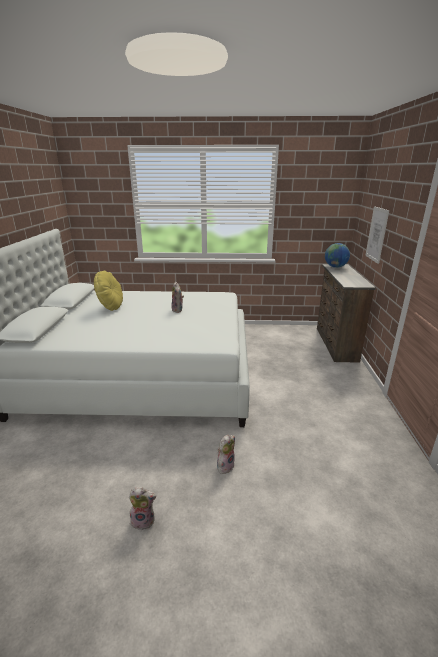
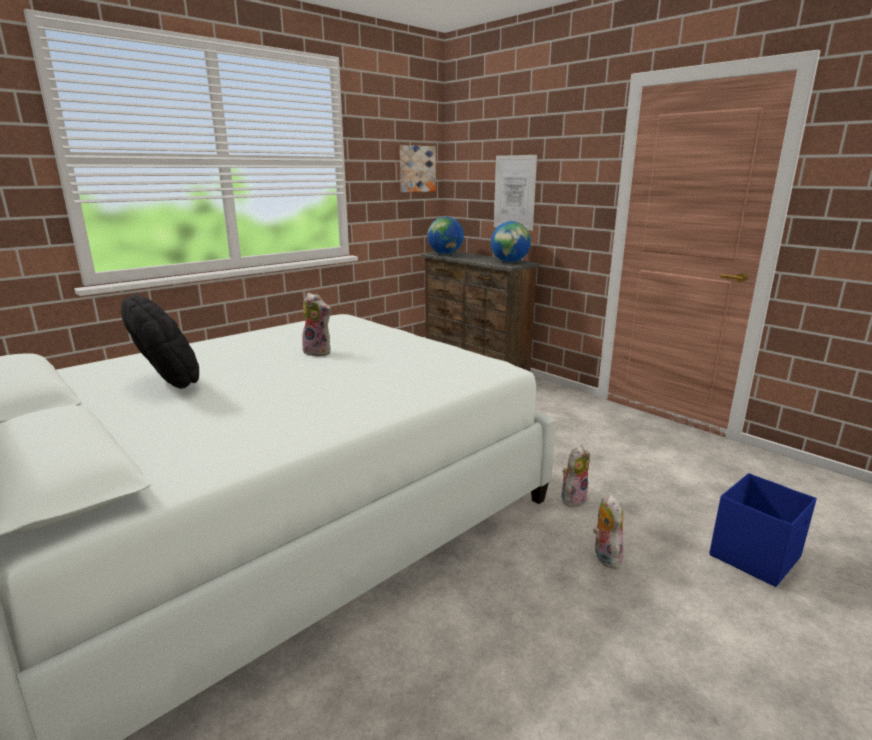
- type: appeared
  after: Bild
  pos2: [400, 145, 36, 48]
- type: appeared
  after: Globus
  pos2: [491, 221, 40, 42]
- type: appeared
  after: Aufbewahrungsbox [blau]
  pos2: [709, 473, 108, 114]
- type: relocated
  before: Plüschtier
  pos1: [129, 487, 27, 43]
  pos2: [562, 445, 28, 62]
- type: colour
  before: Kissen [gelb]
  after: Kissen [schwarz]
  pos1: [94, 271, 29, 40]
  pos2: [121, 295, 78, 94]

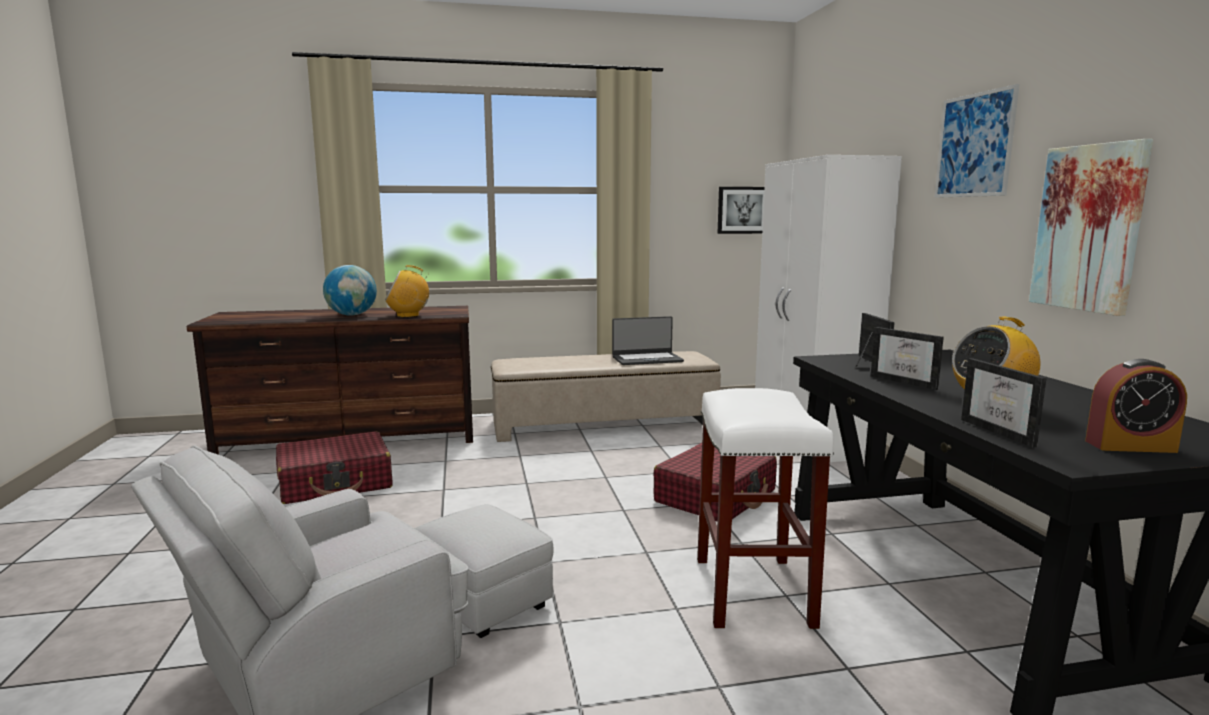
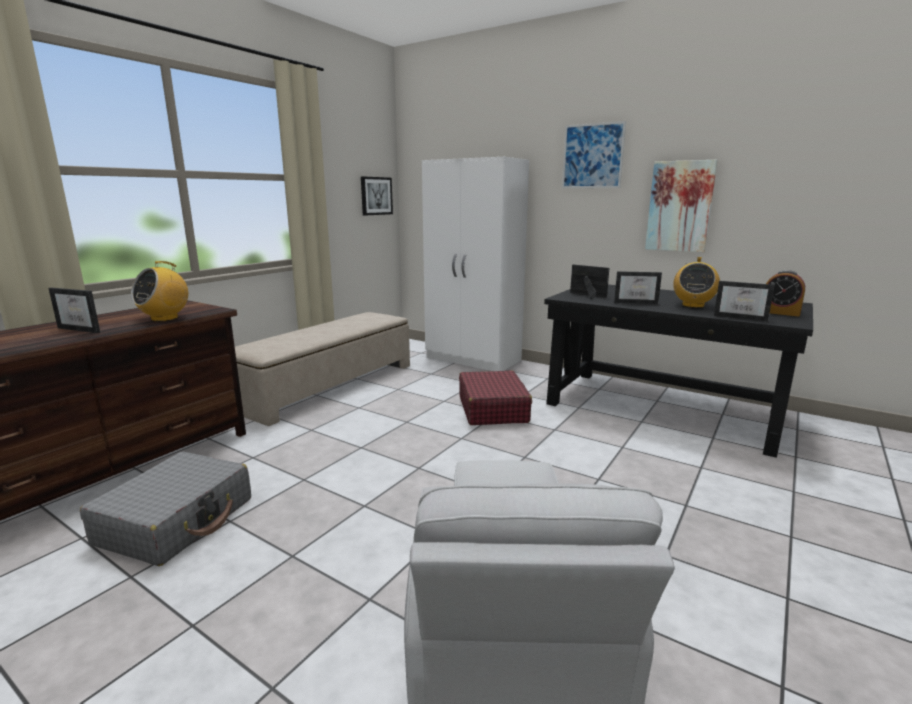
- type: missing
  before: Laptop
  pos1: [612, 316, 72, 49]
- type: missing
  before: Hocker [weiß]
  pos1: [697, 388, 137, 241]
- type: exchanged
  before: Globus
  after: Bilderrahmen
  pos1: [323, 265, 54, 51]
  pos2: [48, 288, 52, 45]
- type: colour
  before: Koffer [rot]
  after: Koffer [grau]
  pos1: [276, 431, 117, 73]
  pos2: [80, 452, 171, 114]
- type: spun
  before: Wecker
  pos1: [1085, 359, 102, 94]
  pos2: [766, 270, 39, 47]
  turn: 75

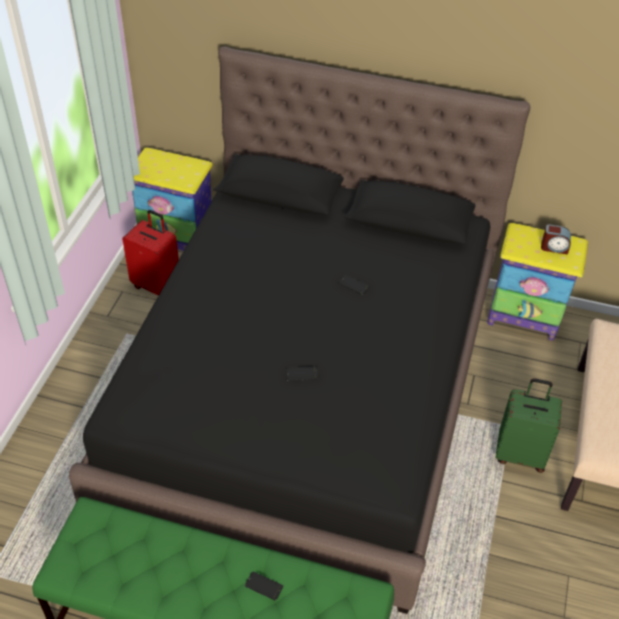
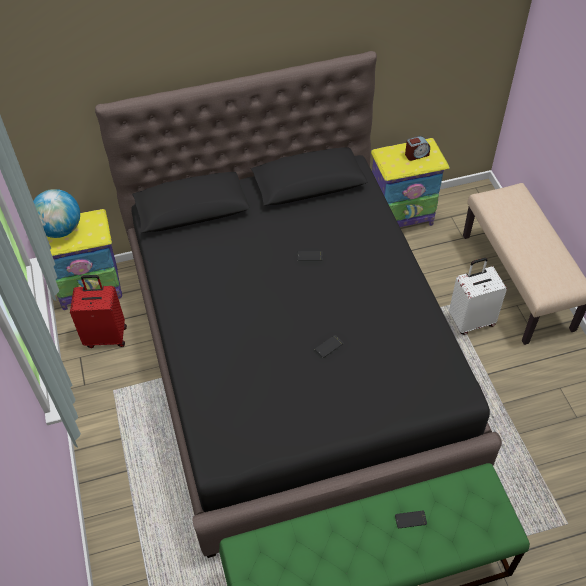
- type: appeared
  after: Globus
  pos2: [33, 189, 47, 49]
- type: colour
  before: Koffer [grün]
  after: Koffer [weiß]
  pos1: [496, 378, 66, 95]
  pos2: [449, 258, 58, 77]

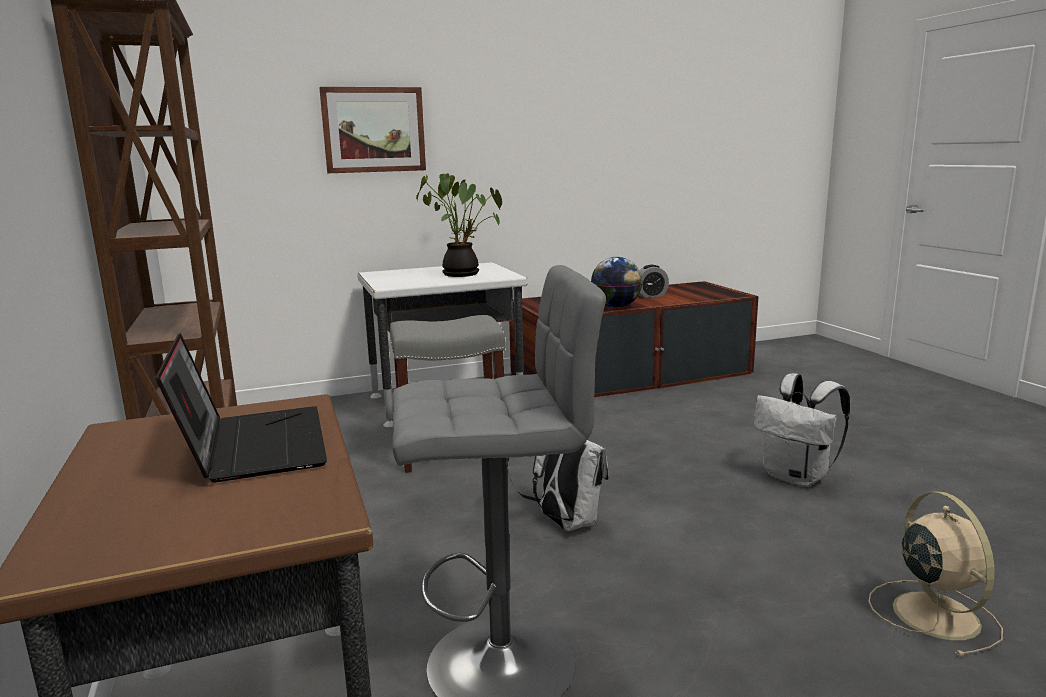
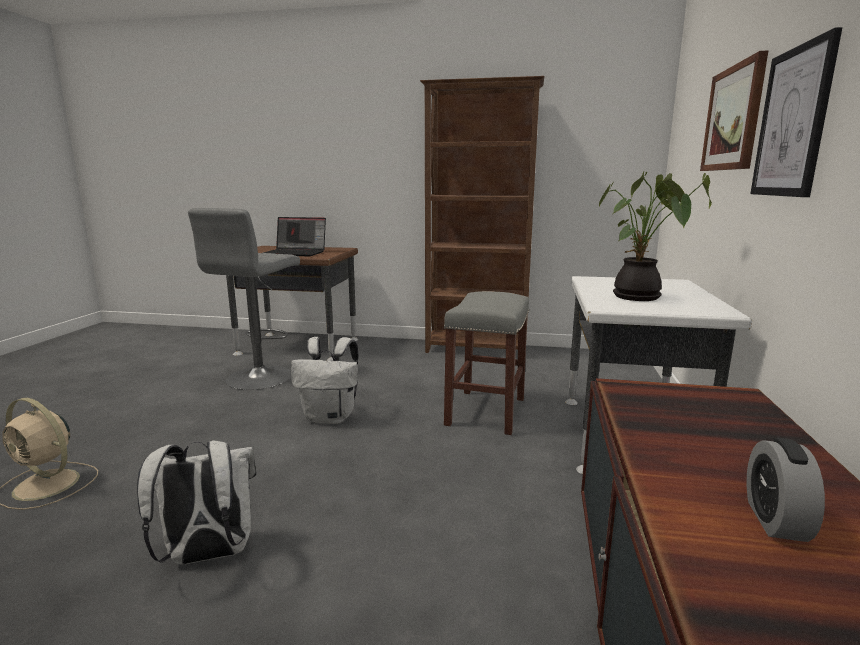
- type: missing
  before: Globus
  pos1: [591, 257, 51, 51]
- type: appeared
  after: Bild
  pos2: [750, 27, 92, 170]

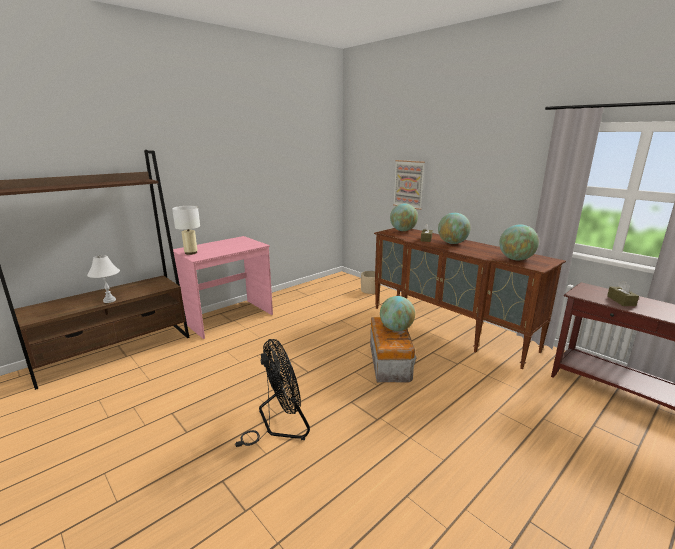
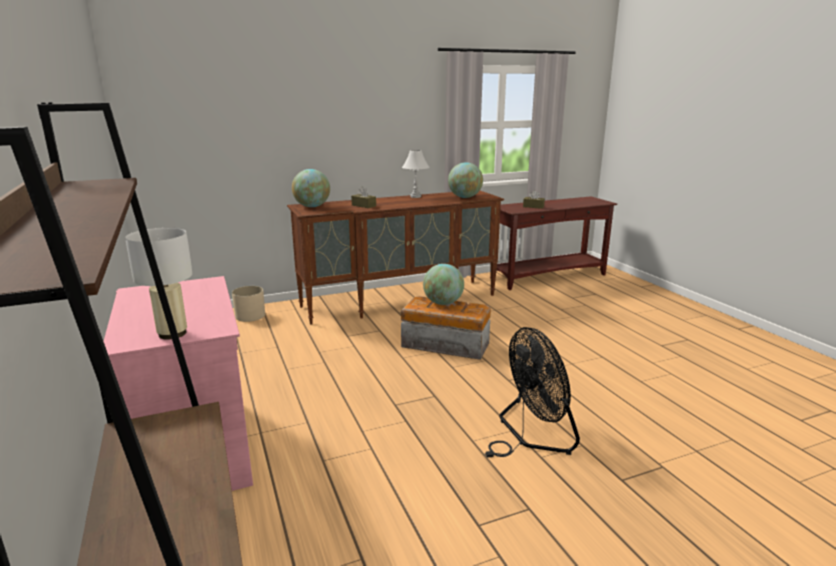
- type: missing
  before: Bild
  pos1: [393, 160, 32, 50]
- type: missing
  before: Globus
  pos1: [438, 213, 33, 31]
- type: relocated
  before: Tischlampe [weiß]
  pos1: [87, 255, 33, 48]
  pos2: [402, 150, 28, 48]
- type: spun
  before: Ventilator [schwarz]
  pos1: [236, 339, 74, 108]
  pos2: [484, 327, 96, 130]
  turn: 75

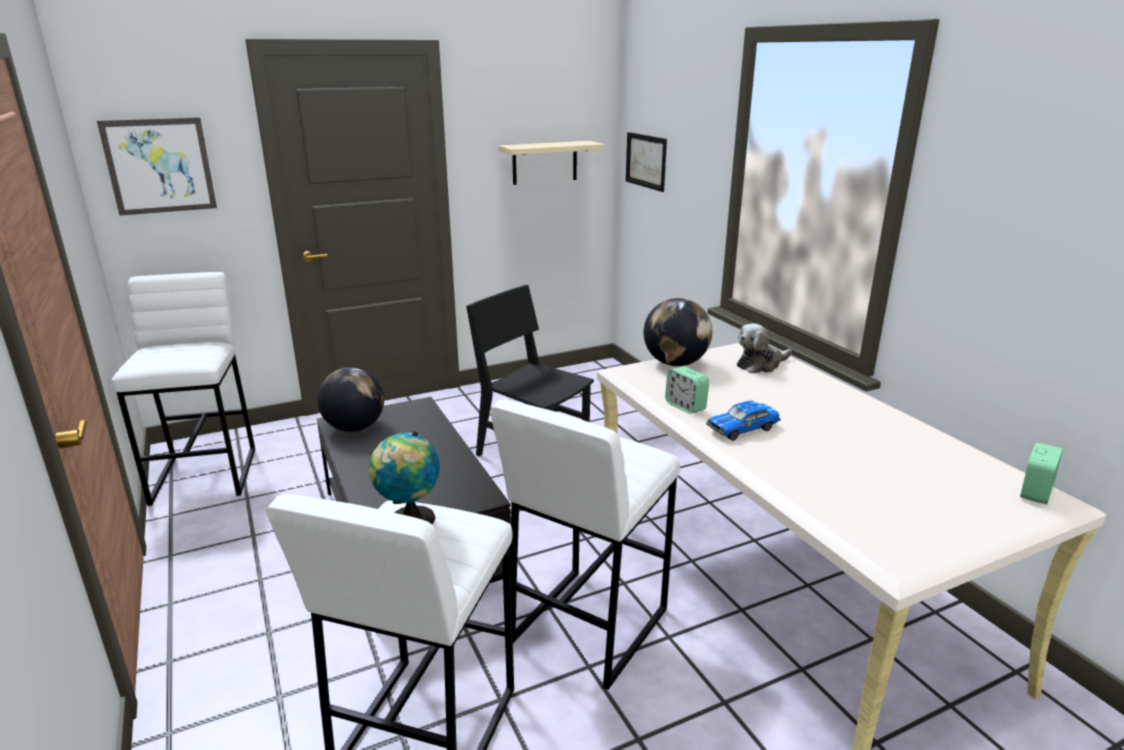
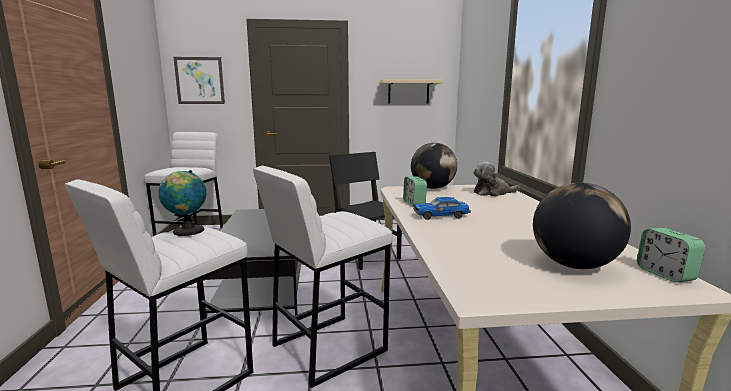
- type: missing
  before: Bild
  pos1: [626, 132, 41, 60]
- type: relocated
  before: Globus
  pos1: [317, 367, 67, 65]
  pos2: [533, 183, 98, 86]
- type: spun
  before: Wecker
  pos1: [1020, 443, 43, 62]
  pos2: [637, 228, 68, 55]
  turn: 105

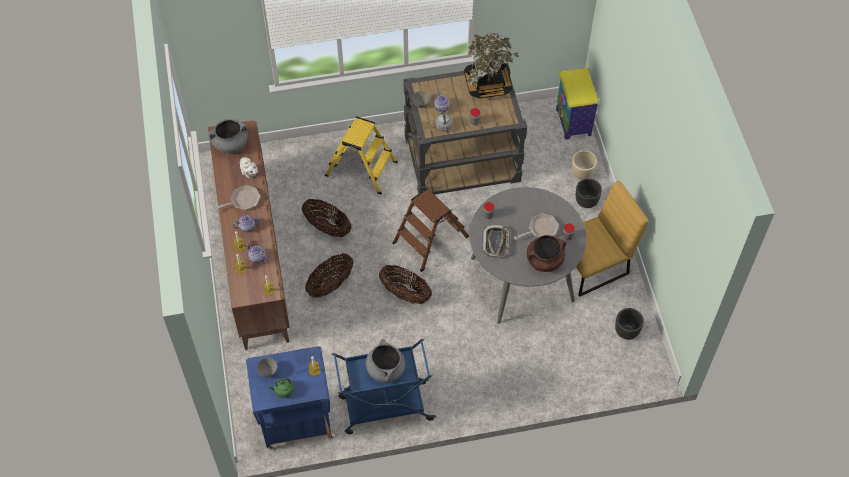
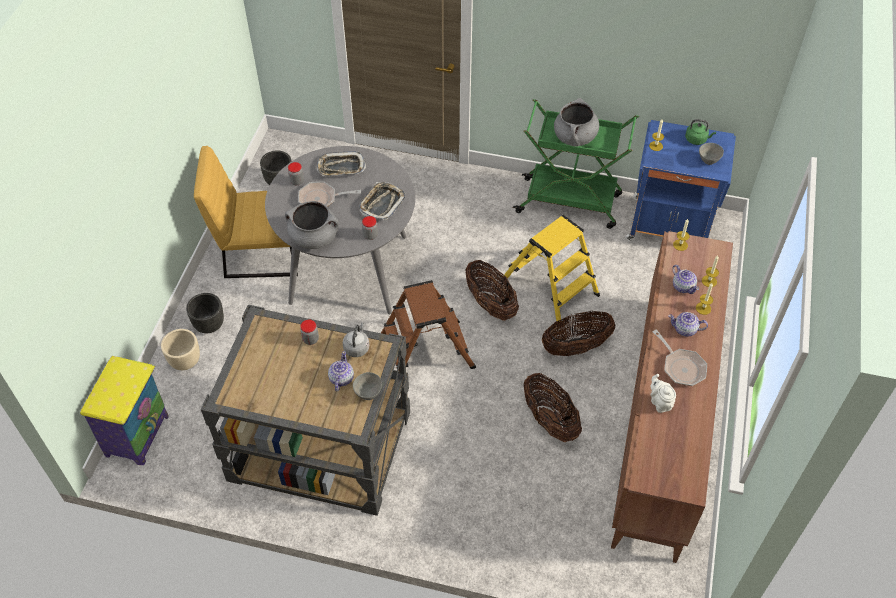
- type: missing
  before: Topfpflanze
  pos1: [464, 33, 55, 65]
- type: relocated
  before: Kochtopf [grau]
  pos1: [208, 119, 40, 35]
  pos2: [285, 201, 54, 48]
- type: relocated
  before: Trittleiter [gelb]
  pos1: [324, 116, 74, 79]
  pos2: [501, 215, 99, 107]
- type: exchanged
  before: Kochtopf [braun]
  after: Tablett
  pos1: [527, 235, 39, 37]
  pos2: [317, 151, 49, 25]
- type: colour
  before: Rollwagen [blau]
  after: Rollwagen [grün]
  pos1: [331, 339, 105, 95]
  pos2: [513, 99, 126, 130]
- type: spun
  before: Pfanne
  pos1: [213, 185, 47, 25]
  pos2: [652, 329, 55, 57]
  turn: -120

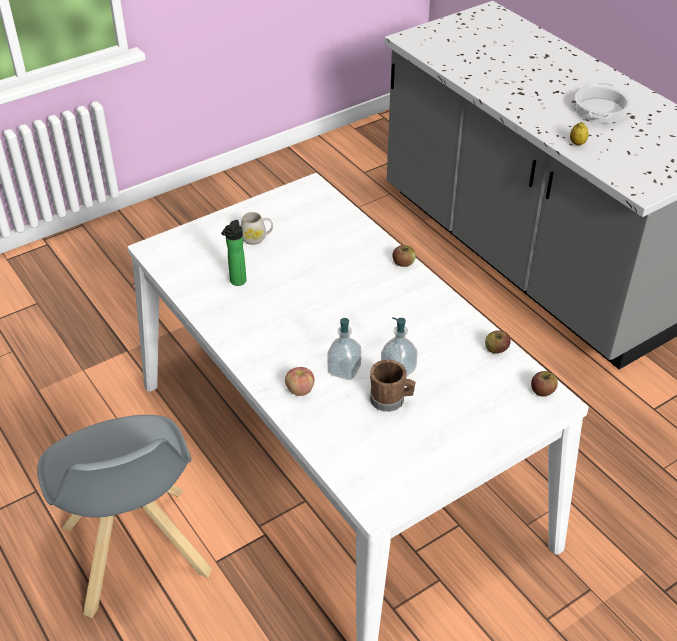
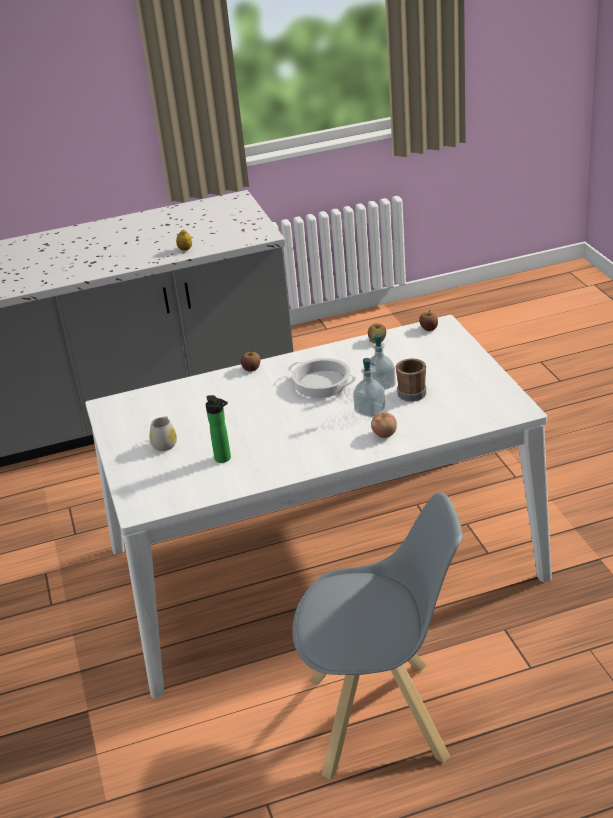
- type: relocated
  before: Kochtopf
  pos1: [575, 83, 56, 40]
  pos2: [288, 358, 68, 40]

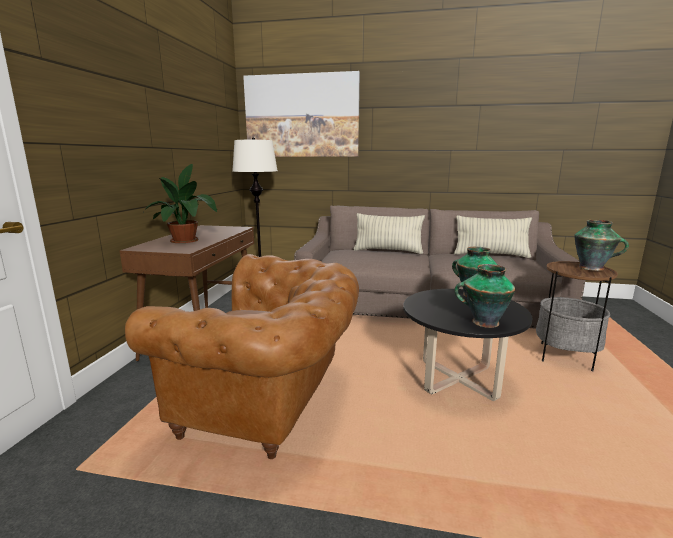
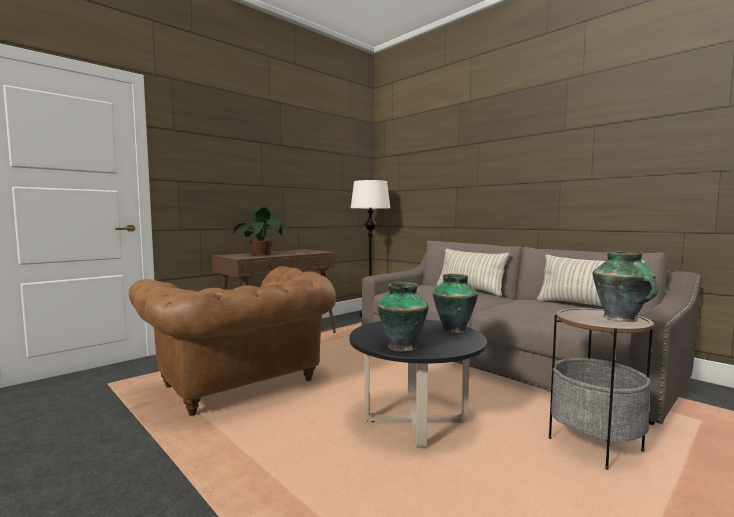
- type: missing
  before: Bild
  pos1: [243, 71, 117, 86]

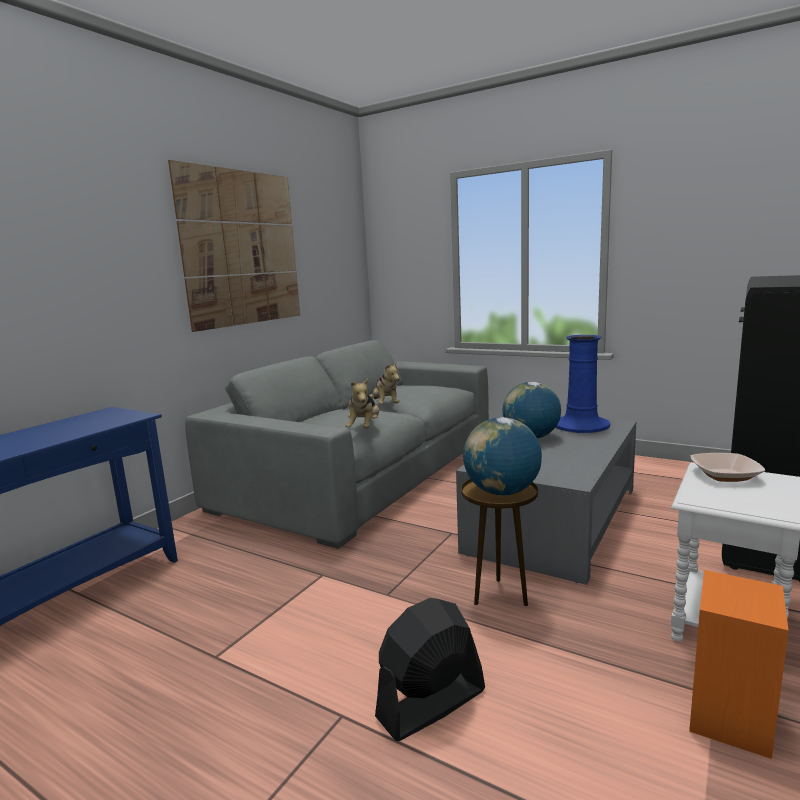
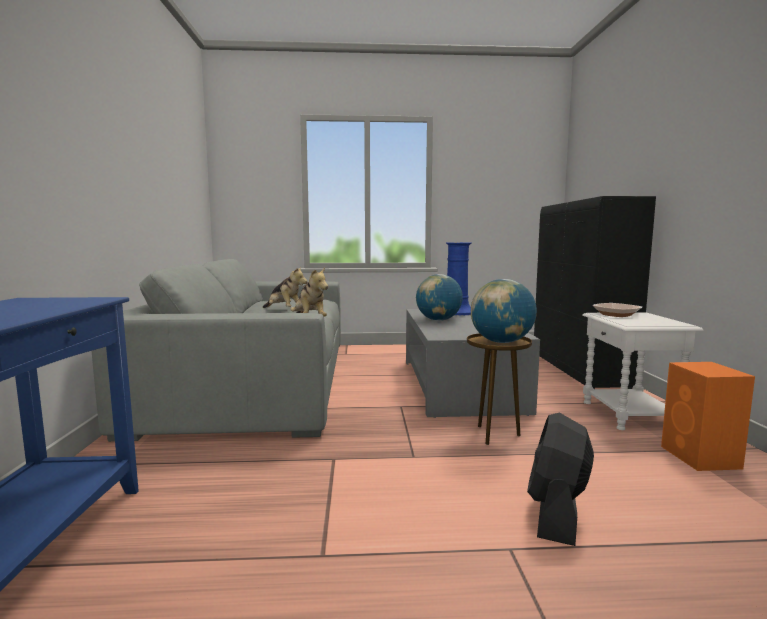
- type: missing
  before: Bild
  pos1: [168, 160, 132, 172]

